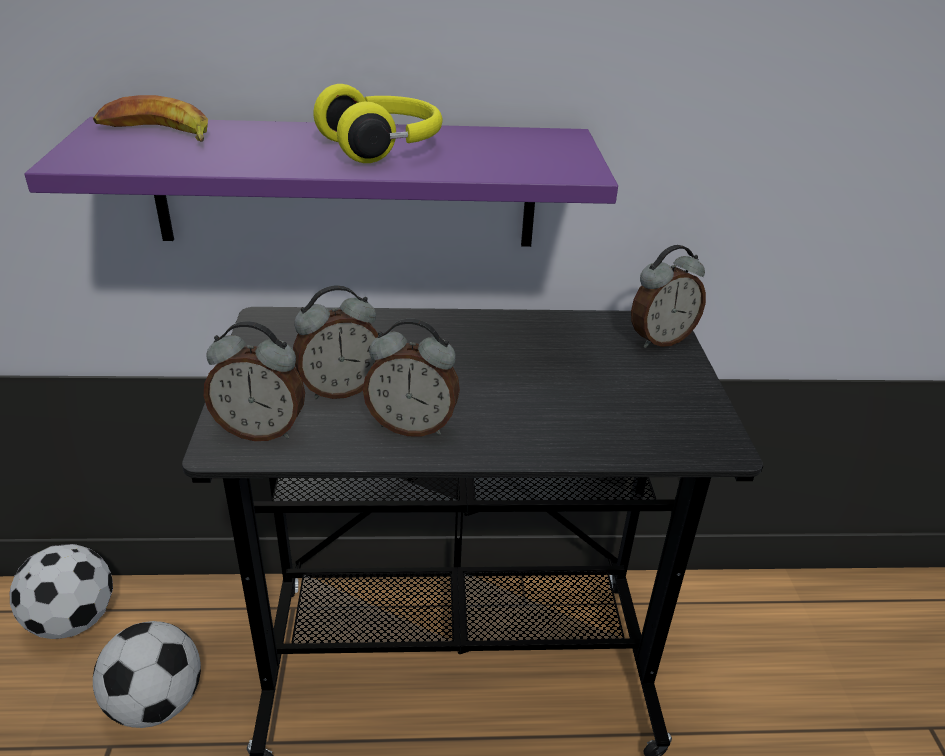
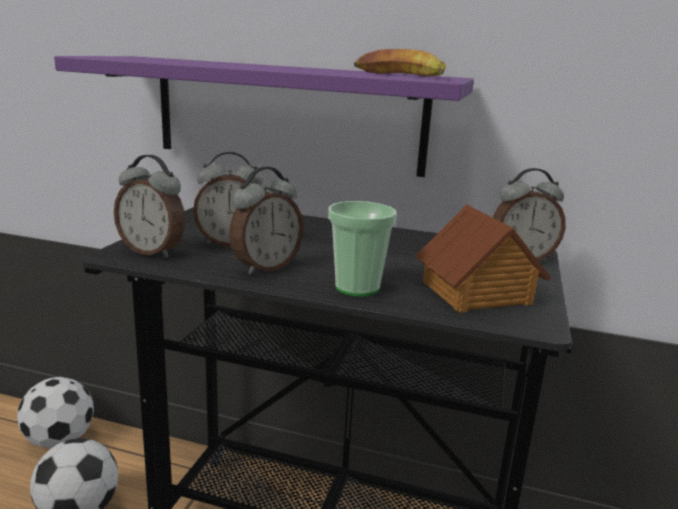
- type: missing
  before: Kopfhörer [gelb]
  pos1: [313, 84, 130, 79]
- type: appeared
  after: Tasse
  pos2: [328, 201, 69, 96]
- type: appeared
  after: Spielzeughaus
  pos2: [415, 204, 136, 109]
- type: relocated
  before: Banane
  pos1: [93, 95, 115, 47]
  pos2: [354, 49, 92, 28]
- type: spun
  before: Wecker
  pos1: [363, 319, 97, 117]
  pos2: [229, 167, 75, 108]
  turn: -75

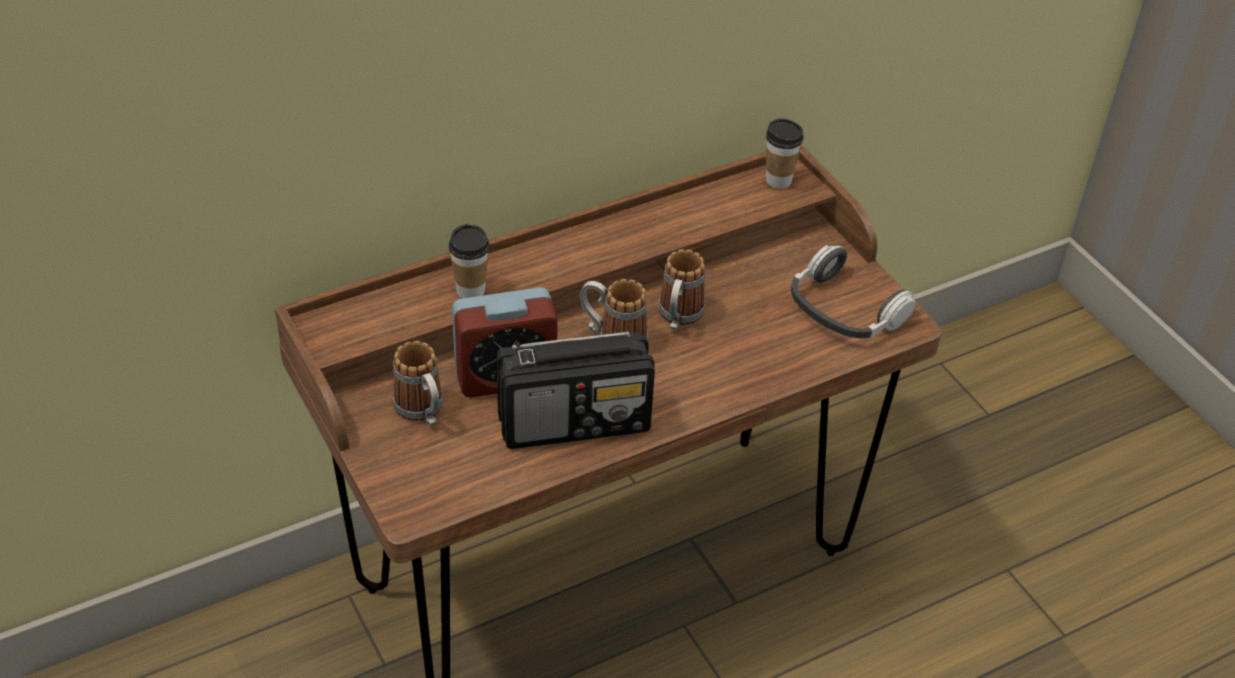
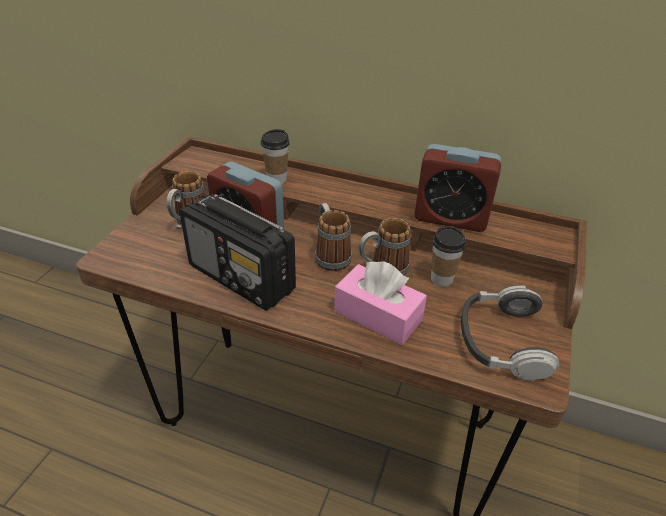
- type: appeared
  after: Taschentuchbox [rosa]
  pos2: [334, 261, 93, 84]
- type: appeared
  after: Wecker
  pos2: [414, 144, 88, 88]
- type: relocated
  before: Tasse
  pos1: [766, 118, 38, 71]
  pos2: [431, 226, 35, 61]

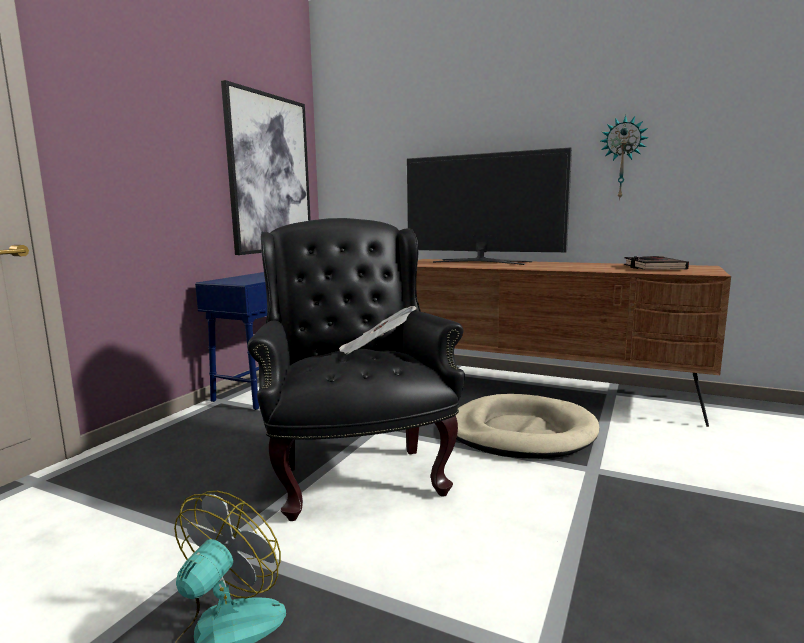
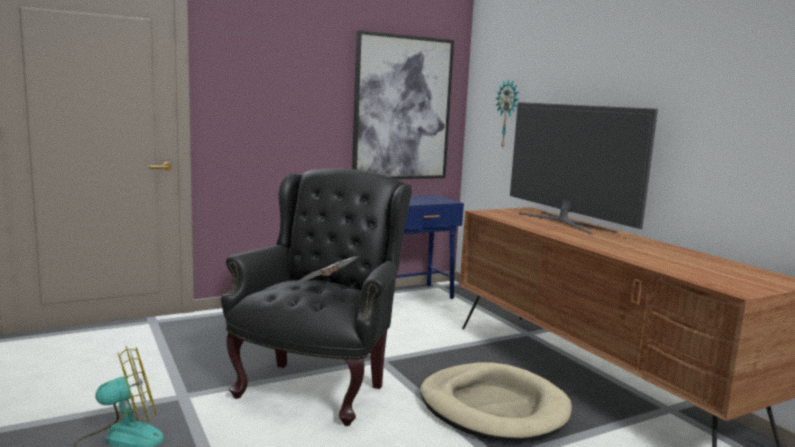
- type: missing
  before: Buch [schwarz]
  pos1: [624, 256, 65, 14]
- type: relocated
  before: Wanduhr
  pos1: [601, 115, 48, 84]
  pos2: [495, 79, 24, 68]

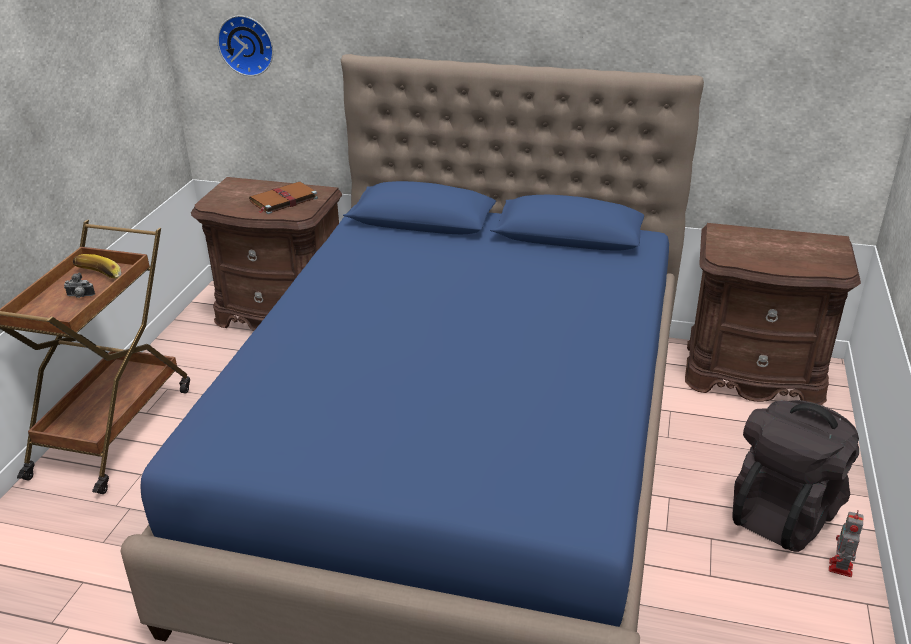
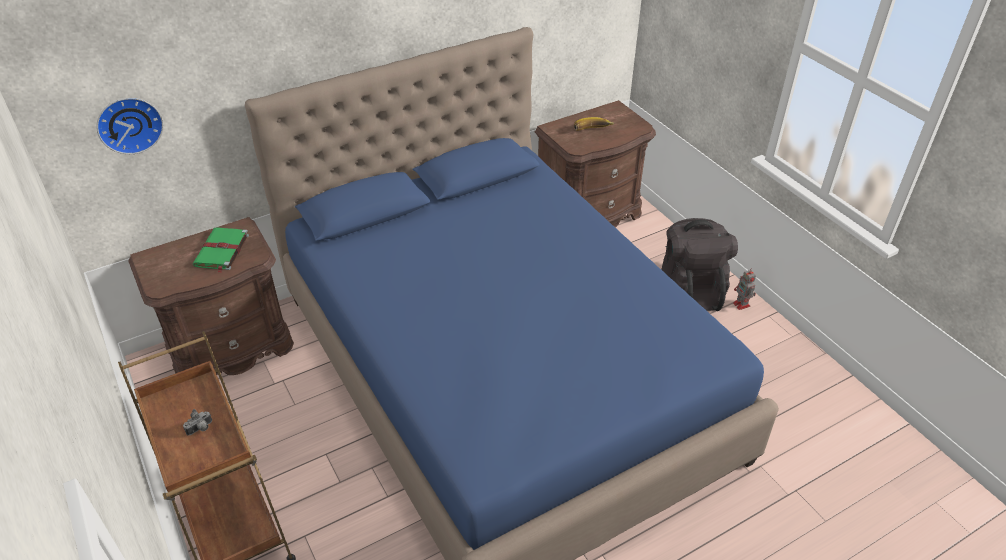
- type: relocated
  before: Banane
  pos1: [73, 254, 48, 24]
  pos2: [574, 117, 40, 14]
- type: colour
  before: Buch [braun]
  after: Buch [grün]
  pos1: [249, 182, 69, 32]
  pos2: [193, 227, 56, 46]

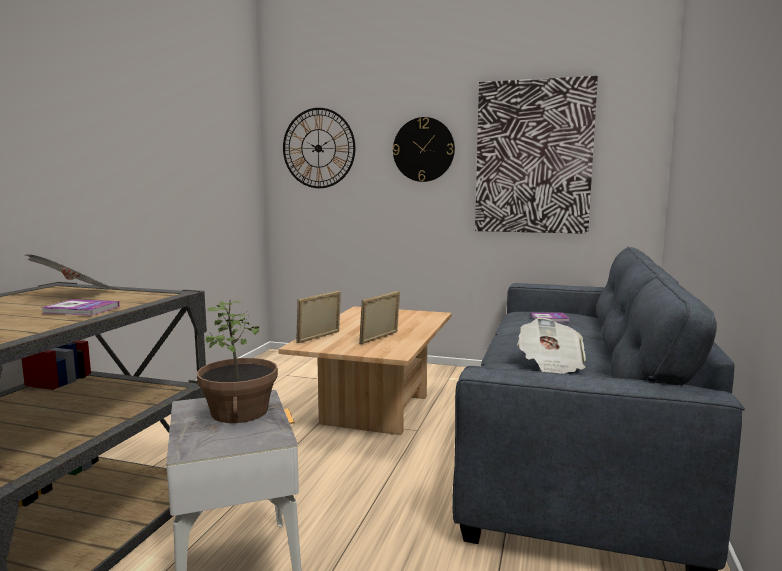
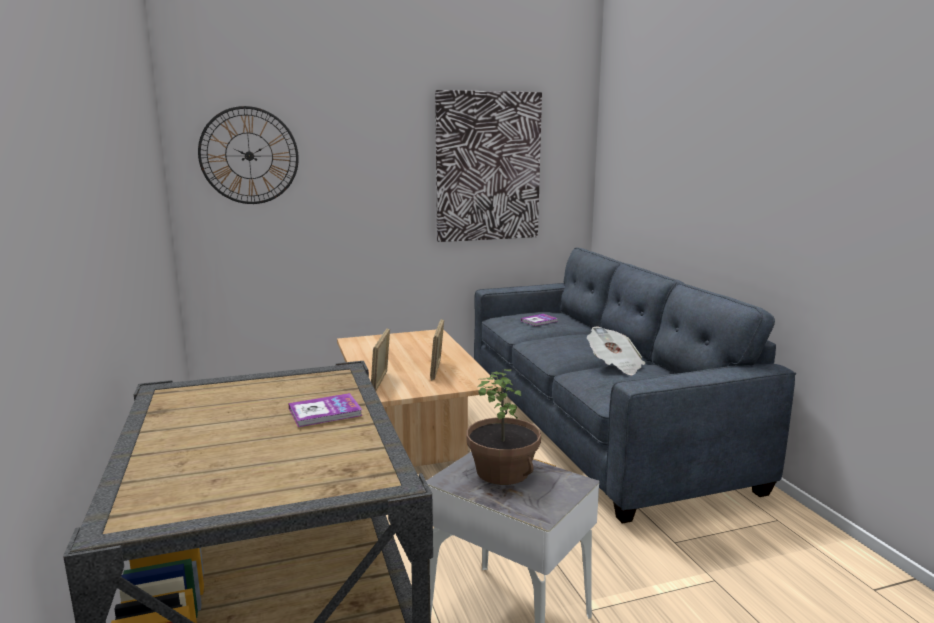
- type: missing
  before: Zeitung
  pos1: [26, 254, 93, 35]
- type: missing
  before: Wanduhr
  pos1: [393, 117, 62, 65]

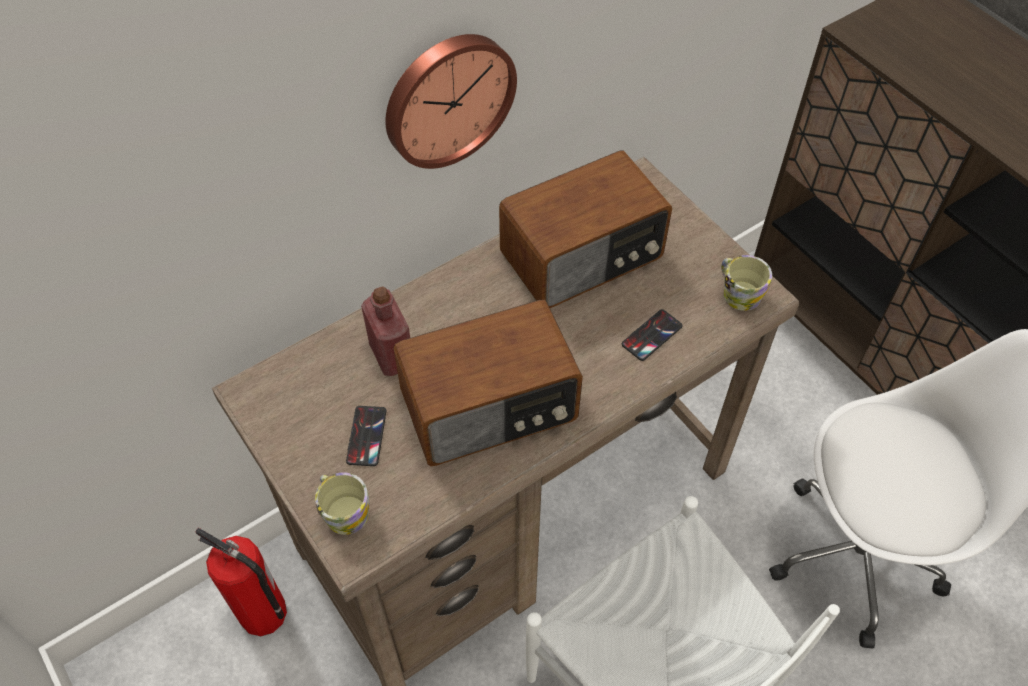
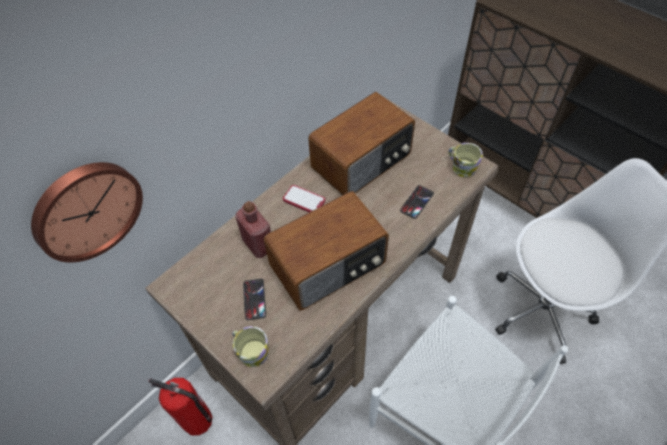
- type: appeared
  after: Handy
  pos2: [283, 185, 42, 27]
- type: relocated
  before: Wanduhr
  pos1: [385, 34, 132, 135]
  pos2: [31, 162, 112, 100]

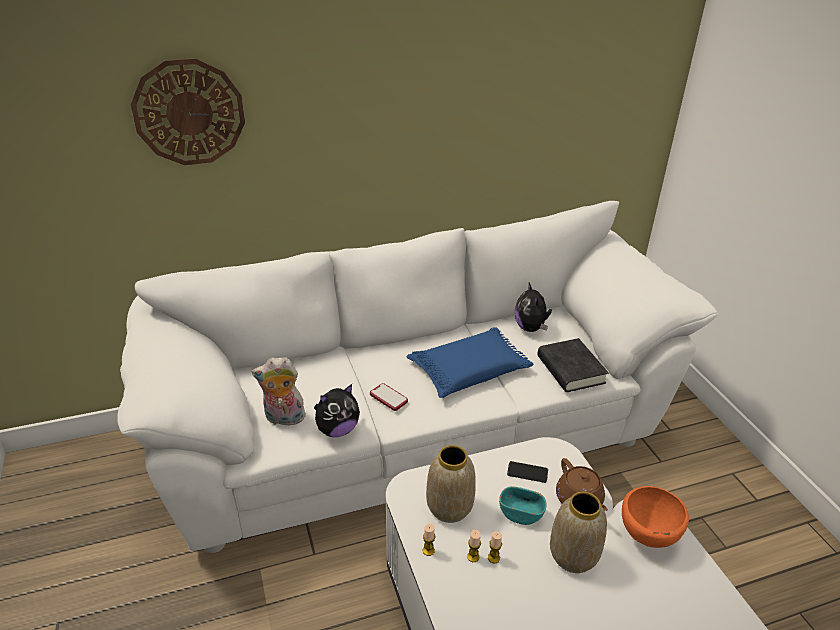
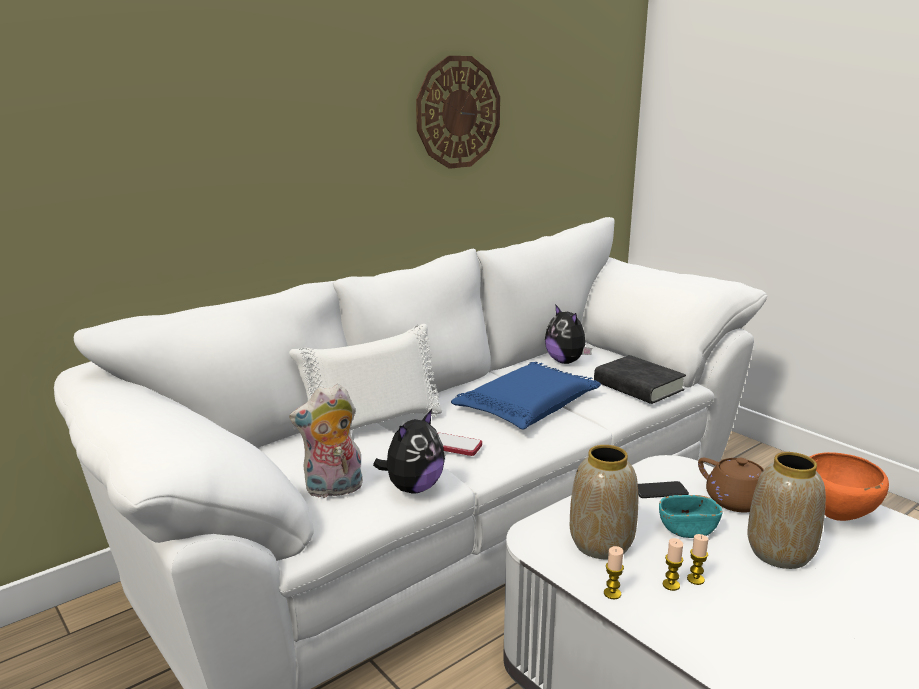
- type: appeared
  after: Kissen [weiß]
  pos2: [289, 324, 153, 106]
- type: relocated
  before: Wanduhr
  pos1: [131, 58, 114, 107]
  pos2: [416, 56, 84, 113]

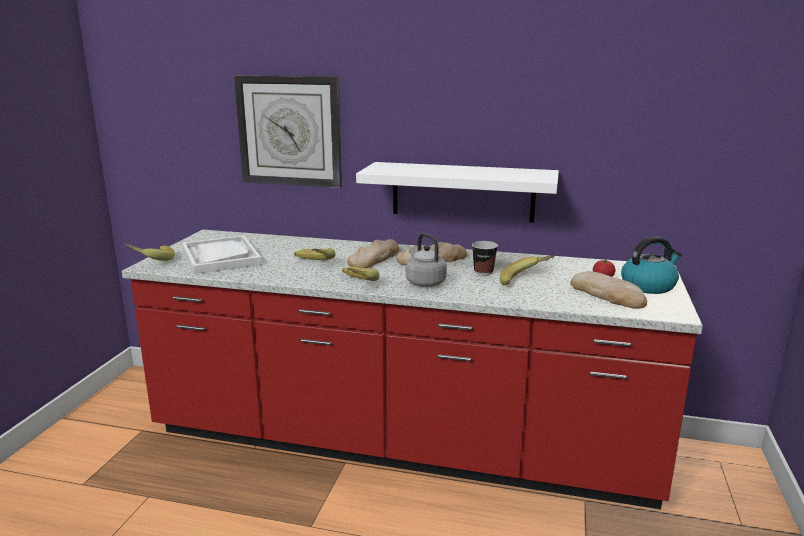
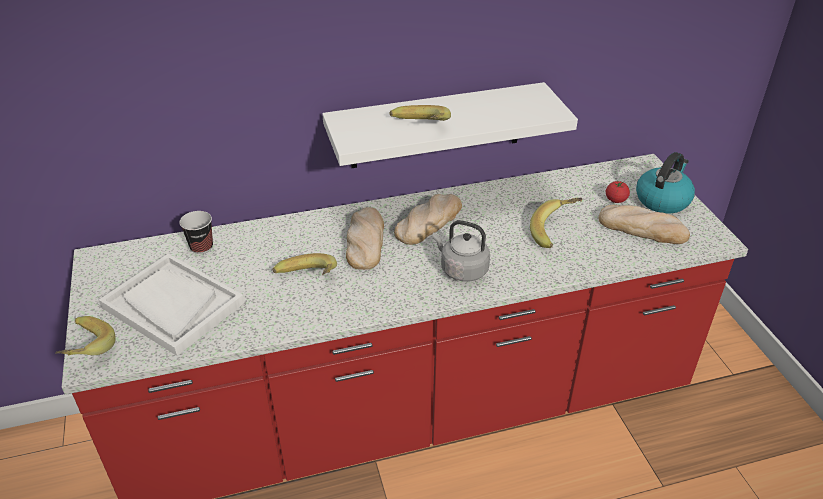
- type: missing
  before: Wanduhr
  pos1: [234, 75, 108, 113]
- type: relocated
  before: Banane
  pos1: [342, 266, 37, 15]
  pos2: [389, 105, 62, 16]
- type: relocated
  before: Tasse
  pos1: [472, 241, 26, 34]
  pos2: [179, 211, 34, 43]

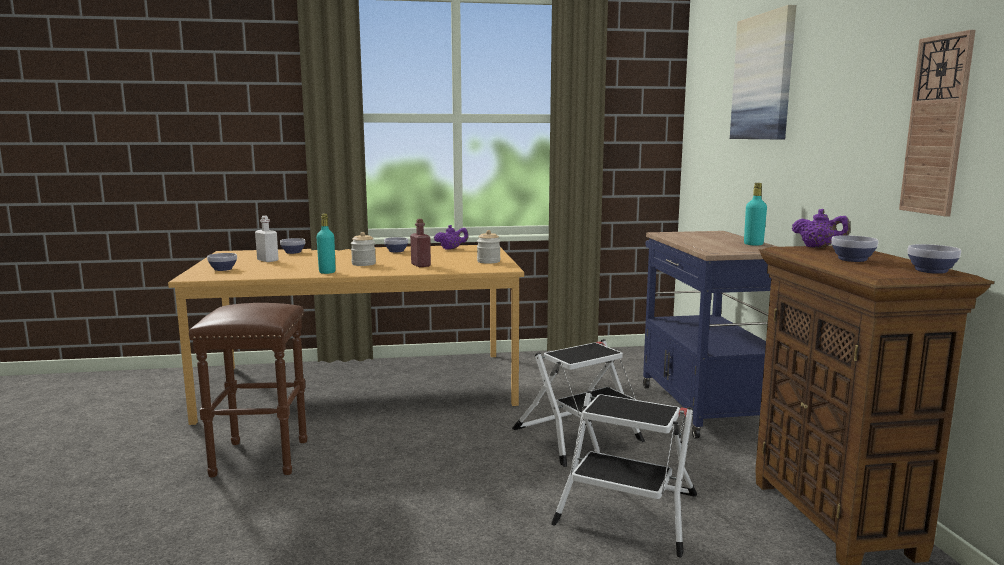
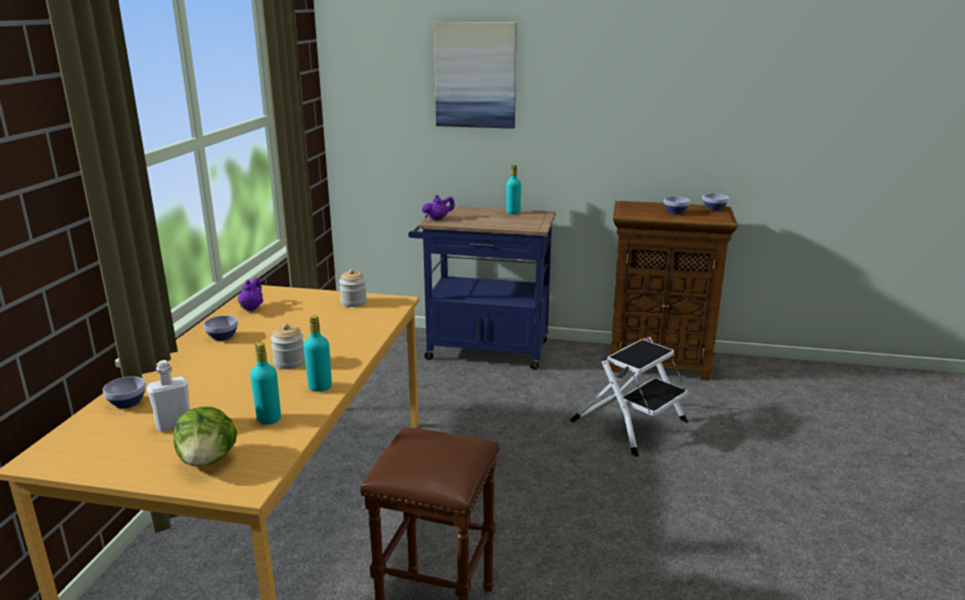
- type: missing
  before: Flasche [rot]
  pos1: [410, 219, 21, 48]
- type: missing
  before: Trittleiter
  pos1: [512, 339, 133, 128]
- type: missing
  before: Wanduhr
  pos1: [899, 30, 77, 187]
- type: appeared
  after: Flasche [türkis]
  pos2: [250, 342, 31, 82]
- type: relocated
  before: Teekanne [lila]
  pos1: [792, 209, 58, 39]
  pos2: [422, 195, 33, 25]
- type: exchanged
  before: Schüssel
  after: Salatkopf
  pos1: [207, 253, 30, 18]
  pos2: [173, 406, 64, 60]

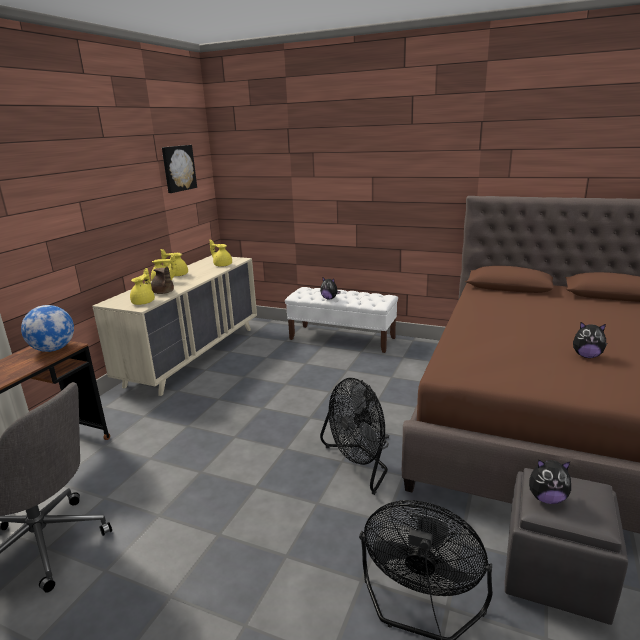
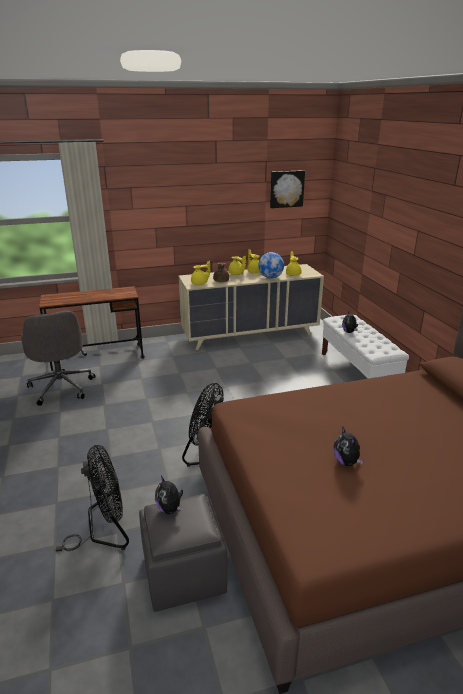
- type: relocated
  before: Globus
  pos1: [21, 305, 53, 47]
  pos2: [258, 252, 26, 26]

